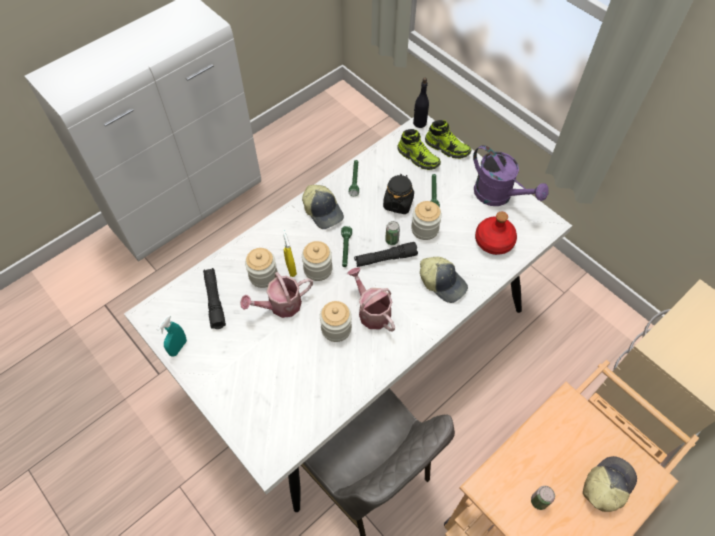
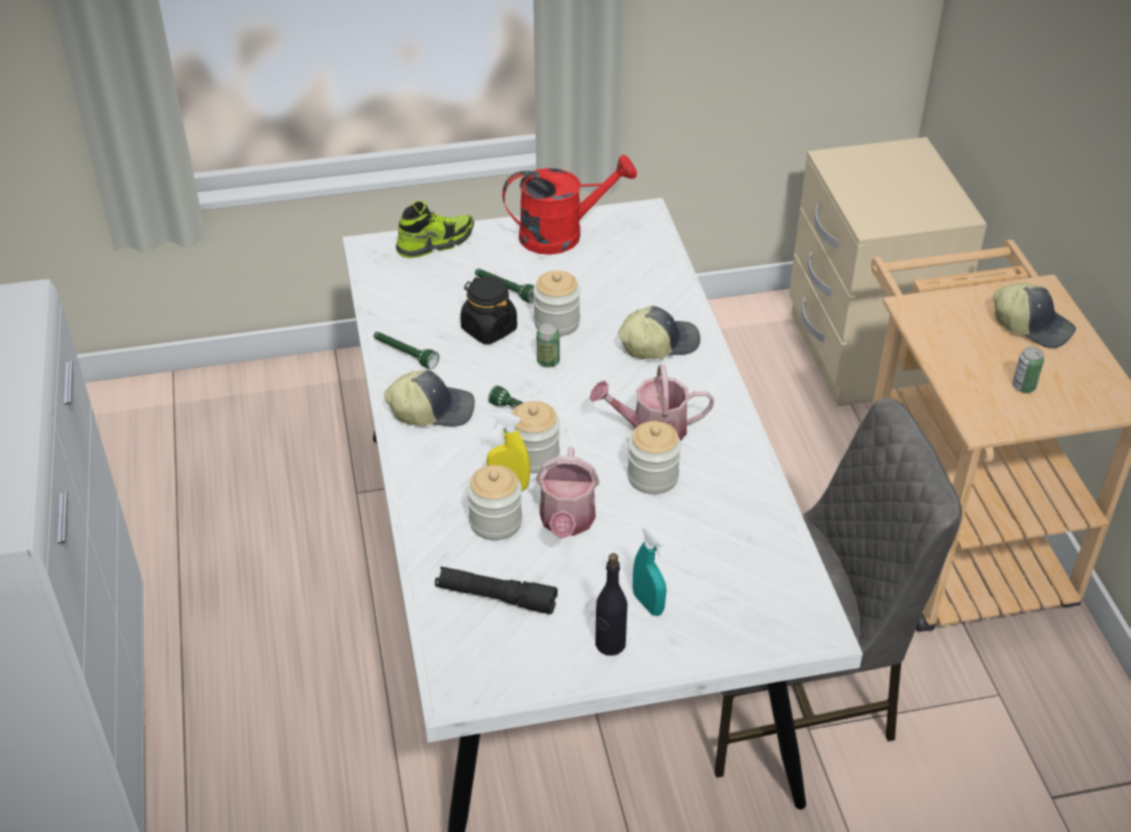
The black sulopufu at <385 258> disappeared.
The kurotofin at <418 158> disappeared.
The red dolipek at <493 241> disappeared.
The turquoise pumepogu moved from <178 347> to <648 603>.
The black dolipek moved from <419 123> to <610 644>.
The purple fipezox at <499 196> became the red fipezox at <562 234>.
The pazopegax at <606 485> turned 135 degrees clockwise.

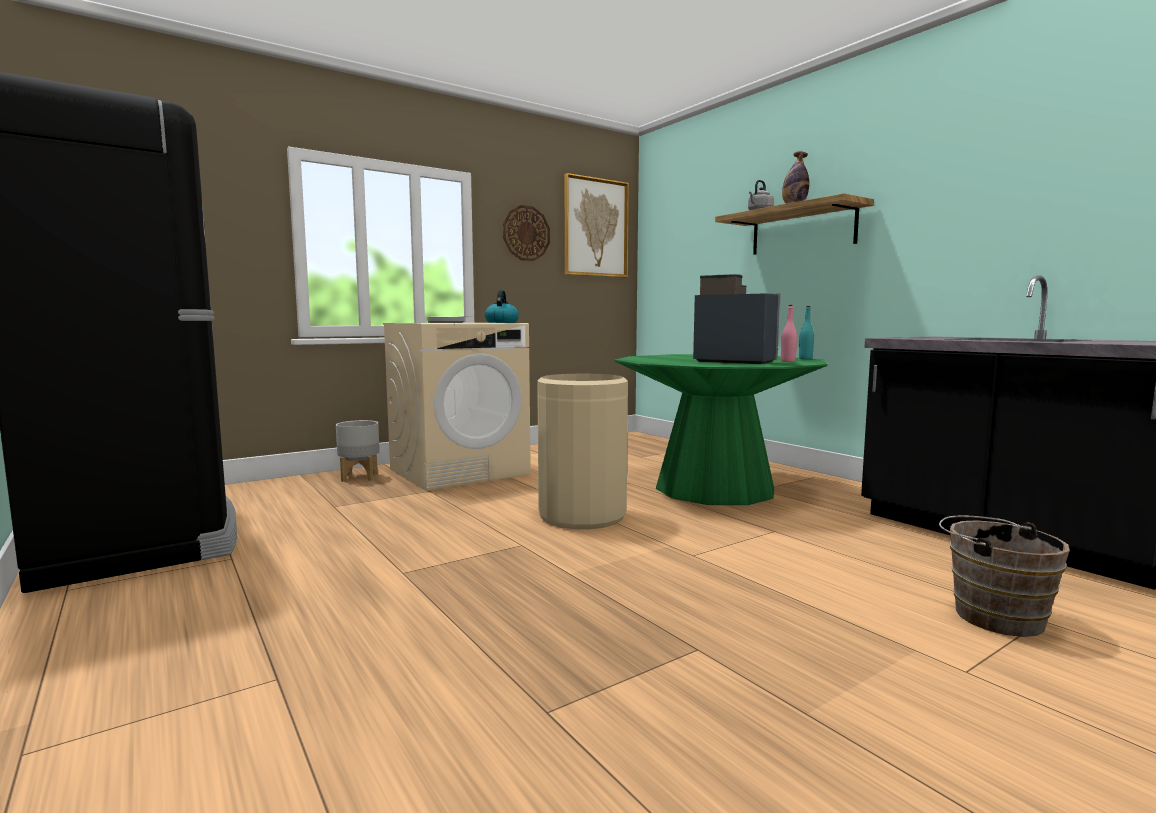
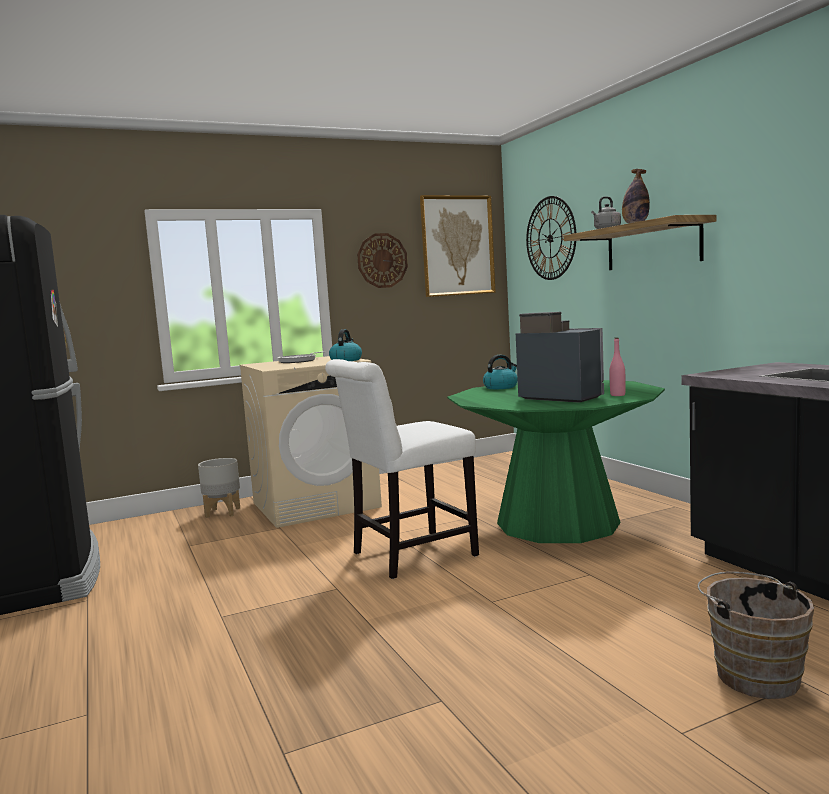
The turquoise dolipek at <805 359> disappeared.
The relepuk at <501 387> appeared.
The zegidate at <550 238> appeared.
The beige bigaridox at <582 515> was replaced by the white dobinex at <408 556>.

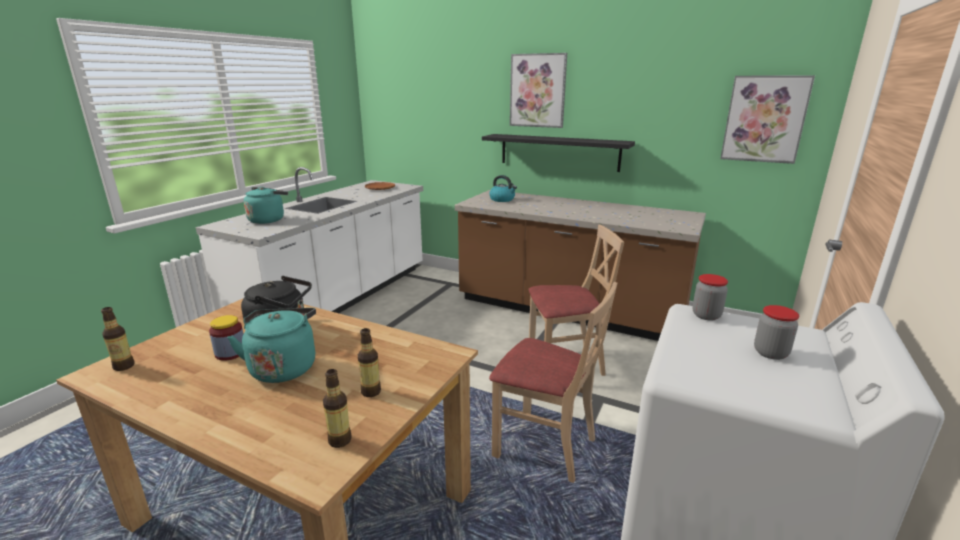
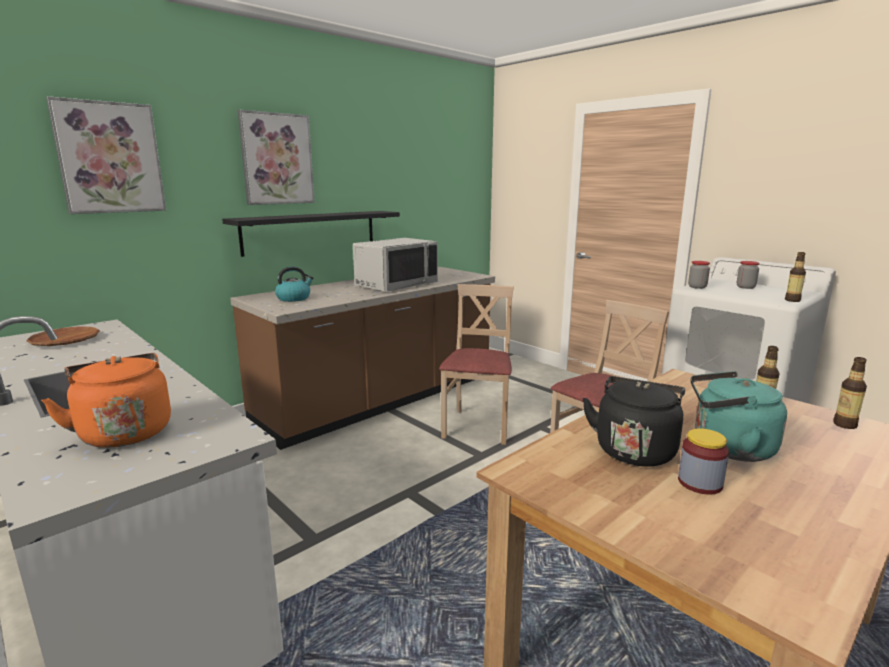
The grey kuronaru at <396 285> appeared.
The dolipek moved from <124 366> to <792 300>.
The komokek moved from <764 119> to <110 158>.
The turquoise relepuk at <268 220> became the orange relepuk at <124 432>.

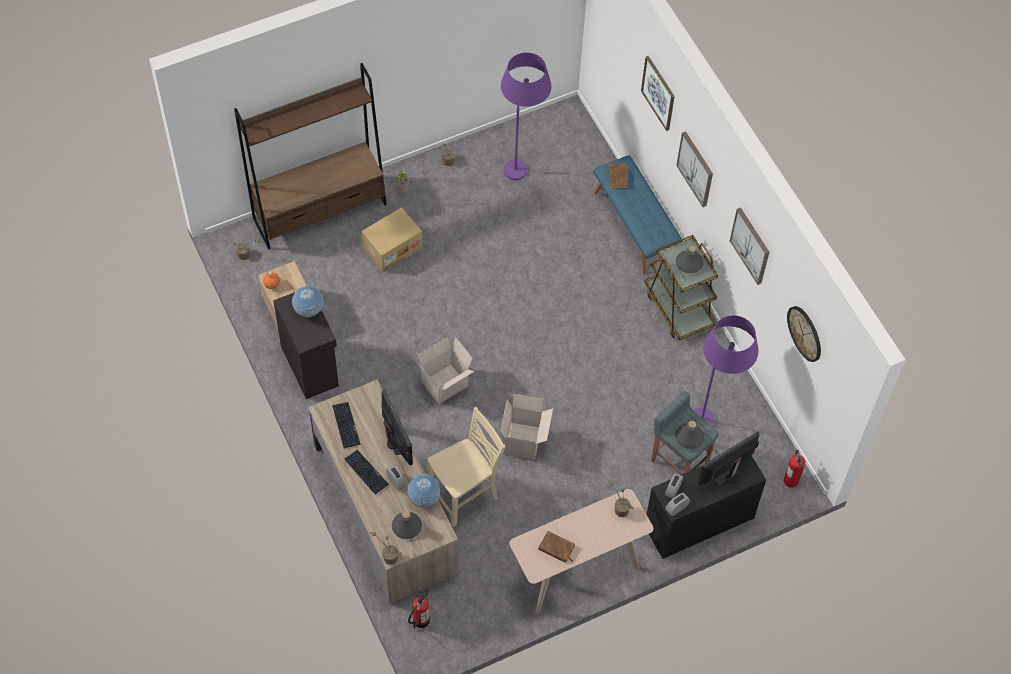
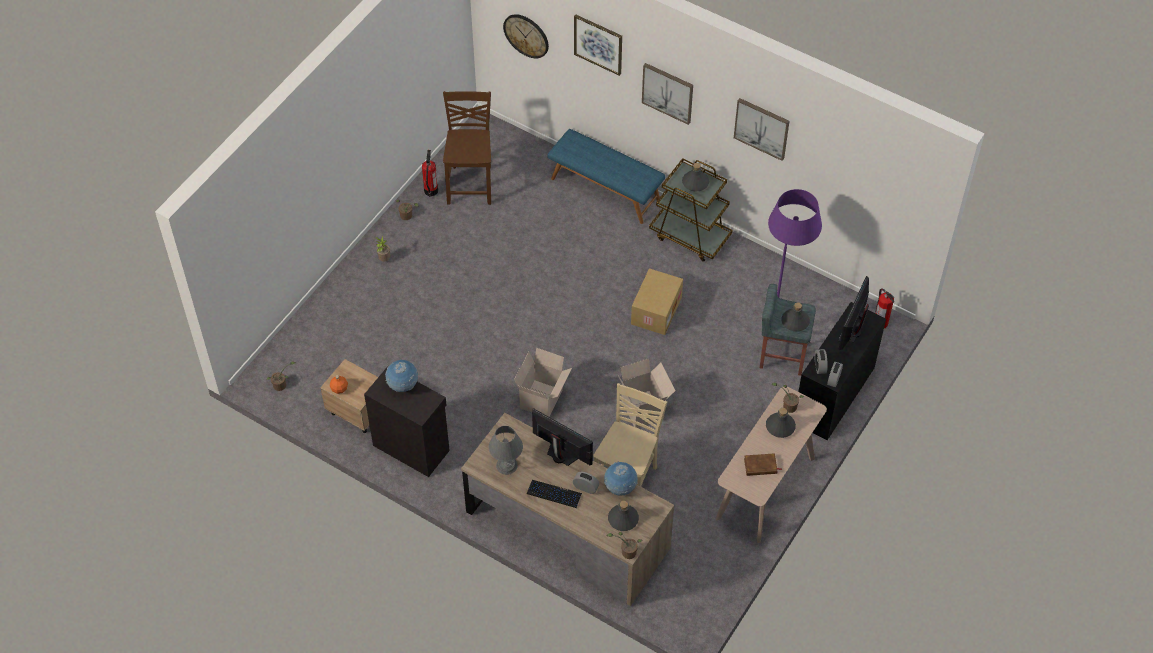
The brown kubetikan at <320 211> disappeared.
The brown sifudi at <618 177> disappeared.
The grey dolipek at <780 426> appeared.
The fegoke moved from <392 247> to <655 310>.
The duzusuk moved from <421 620> to <431 190>.
The zegidate moved from <805 333> to <526 35>.
The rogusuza at <346 425> was replaced by the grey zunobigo at <506 465>.
The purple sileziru at <522 161> was replaced by the brown dobinex at <471 184>.

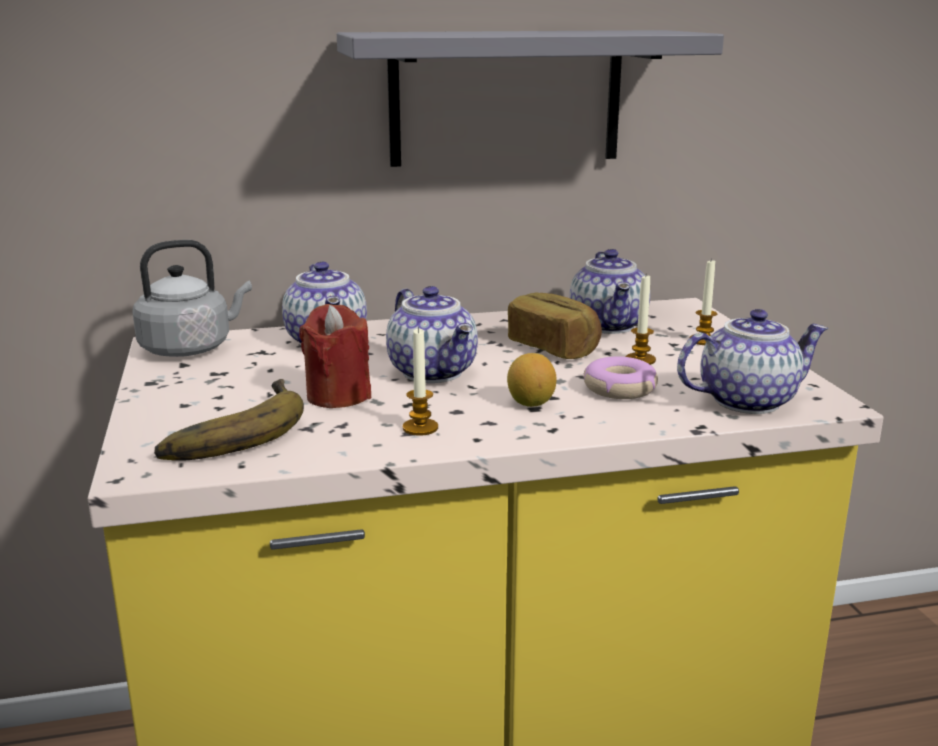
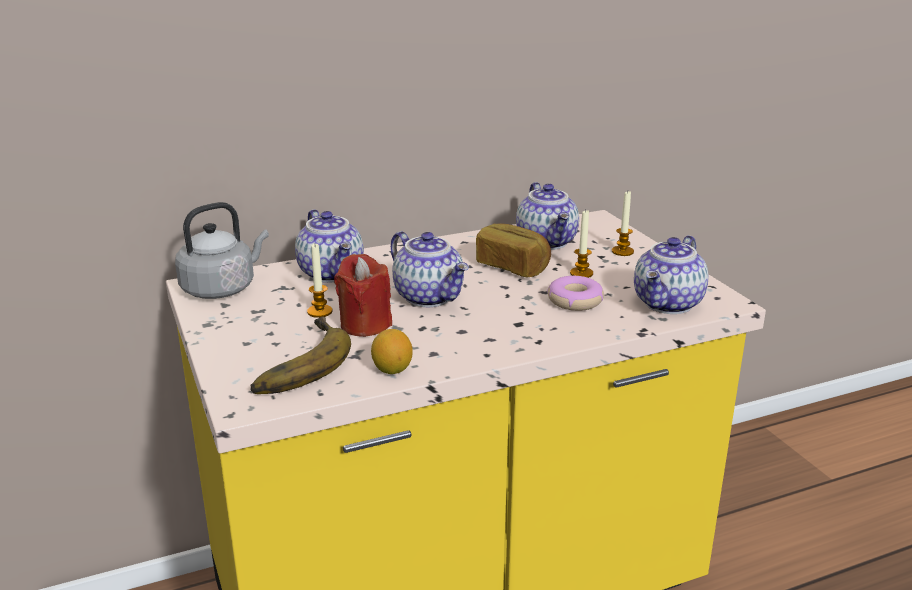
The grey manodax at <506 98> disappeared.
The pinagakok moved from <420 428> to <319 312>.
The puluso moved from <530 403> to <392 370>.
The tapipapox at <747 400> turned 150 degrees clockwise.

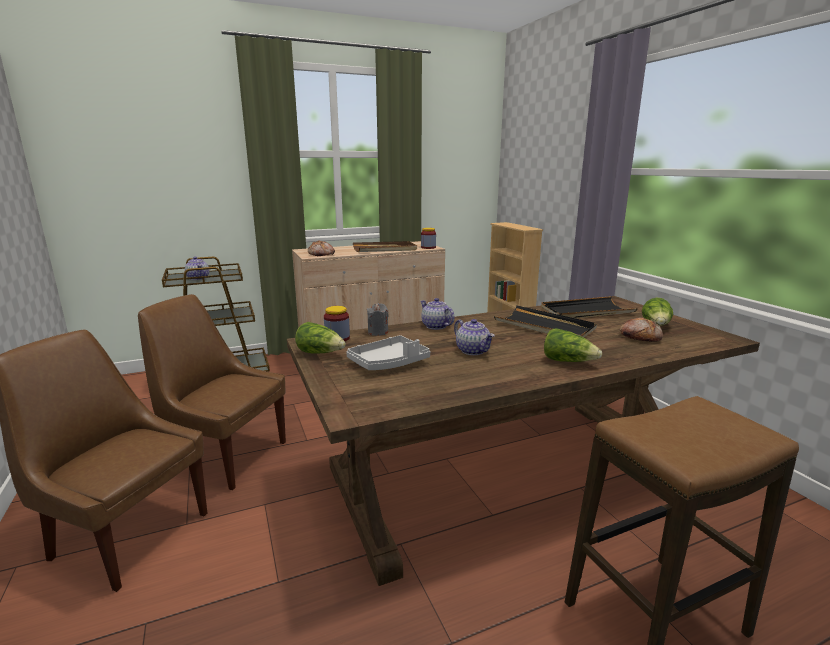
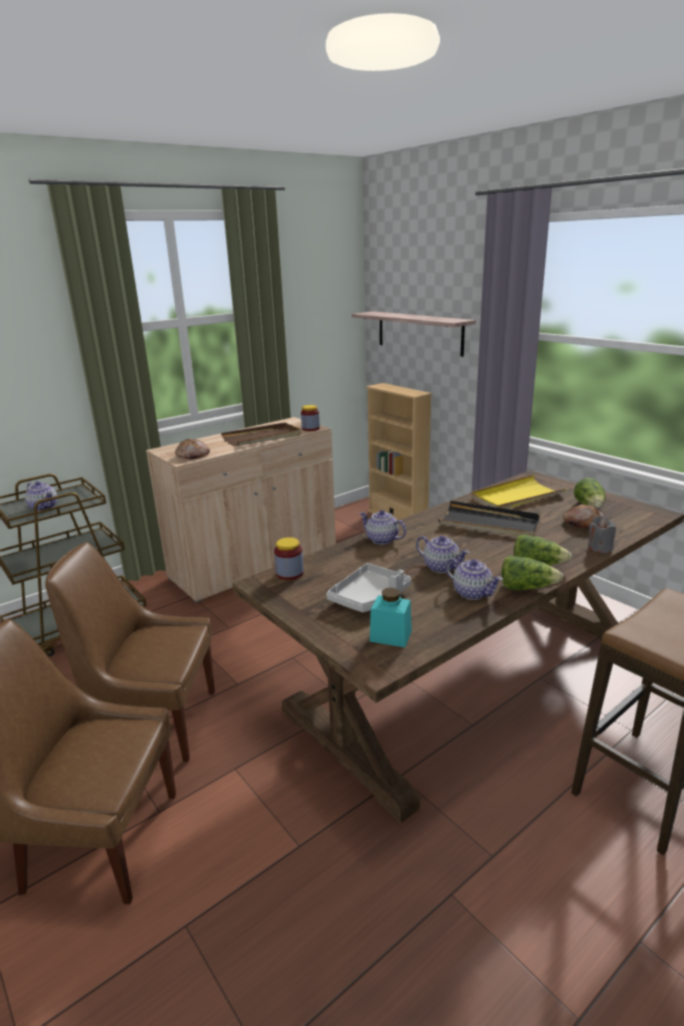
The manodax at <419 333> appeared.
The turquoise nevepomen at <390 636> appeared.
The tapipapox at <472 593> appeared.
The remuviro moved from <320 353> to <526 588>.
The grey pinagakok moved from <378 332> to <599 548>.
The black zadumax at <586 311> became the yellow zadumax at <516 496>.

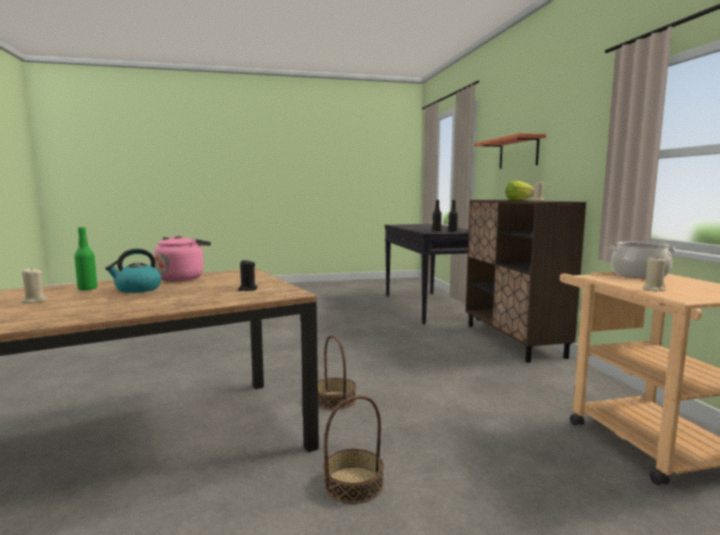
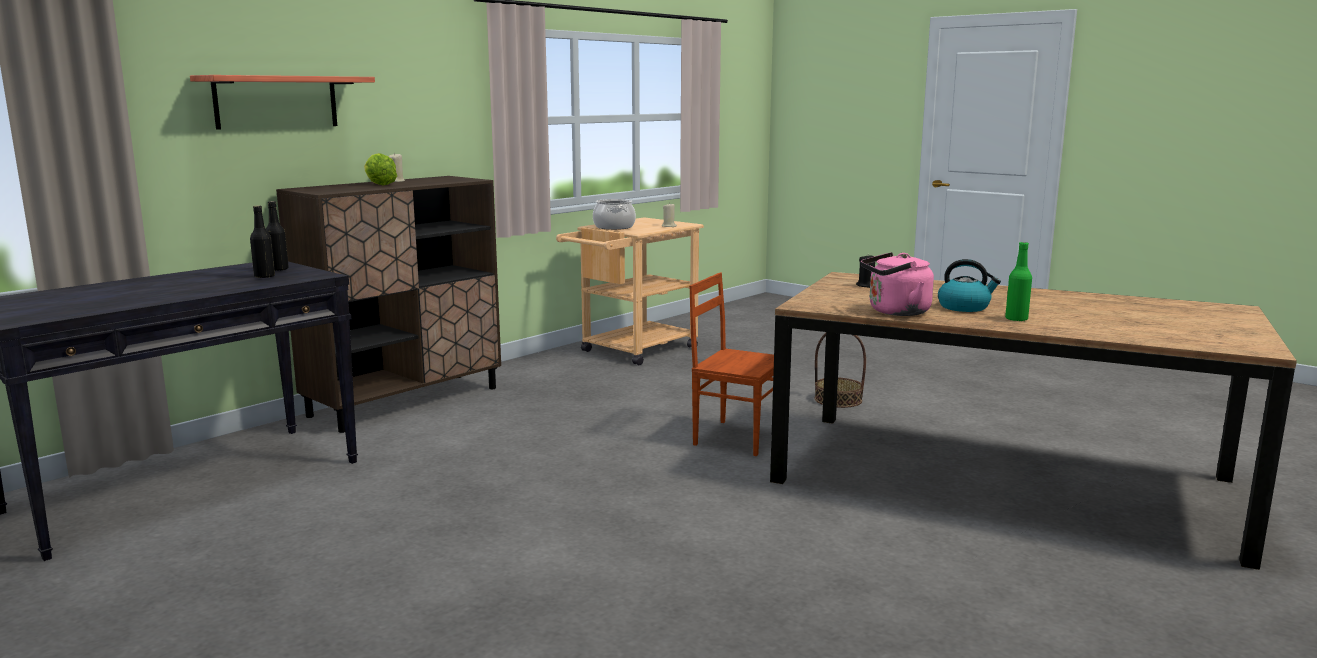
The beige pinagakok at <34 301> disappeared.
The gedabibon at <335 400> was replaced by the brown dobinex at <737 437>.

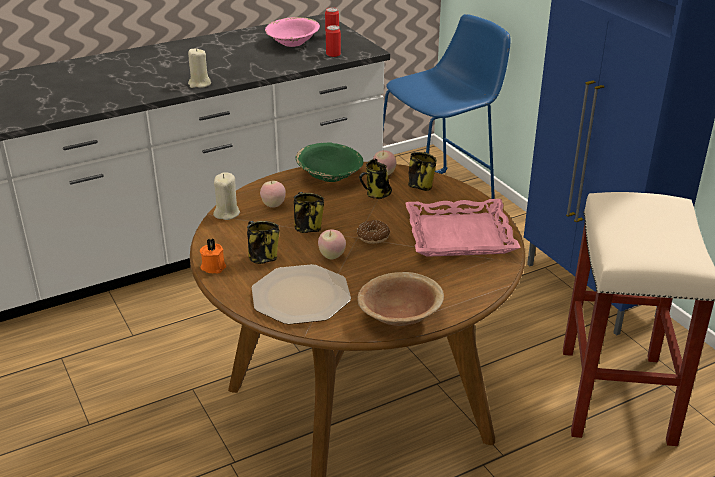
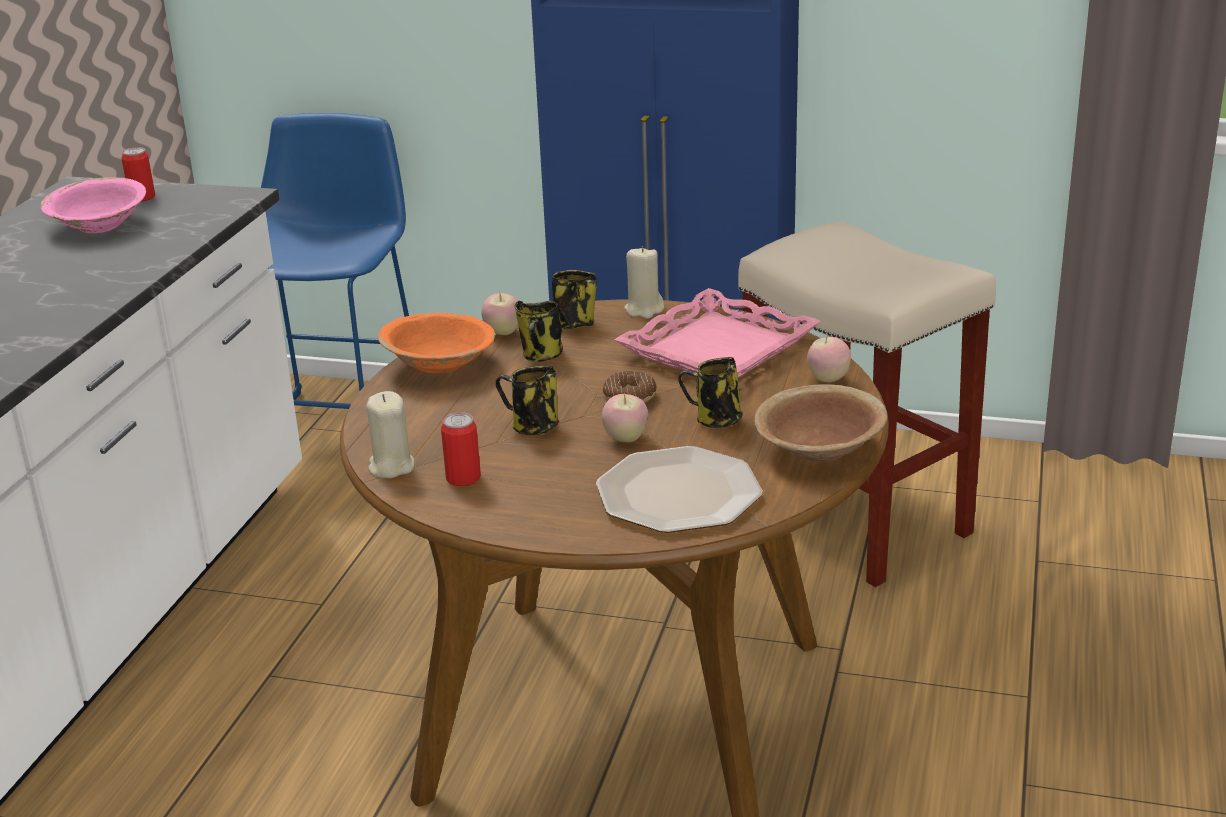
The orange pinagakok at <213 266> disappeared.
The beige pinagakok moved from <199 84> to <644 310>.
The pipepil moved from <262 258> to <715 421>.
The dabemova moved from <273 205> to <828 379>.
The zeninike moved from <333 54> to <463 478>.
The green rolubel at <330 176> became the orange rolubel at <440 365>.

